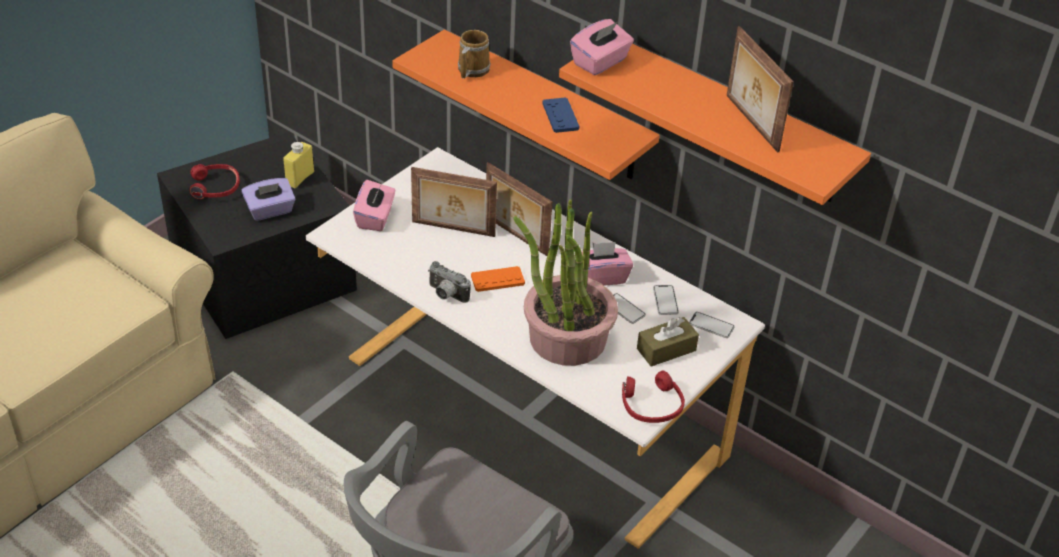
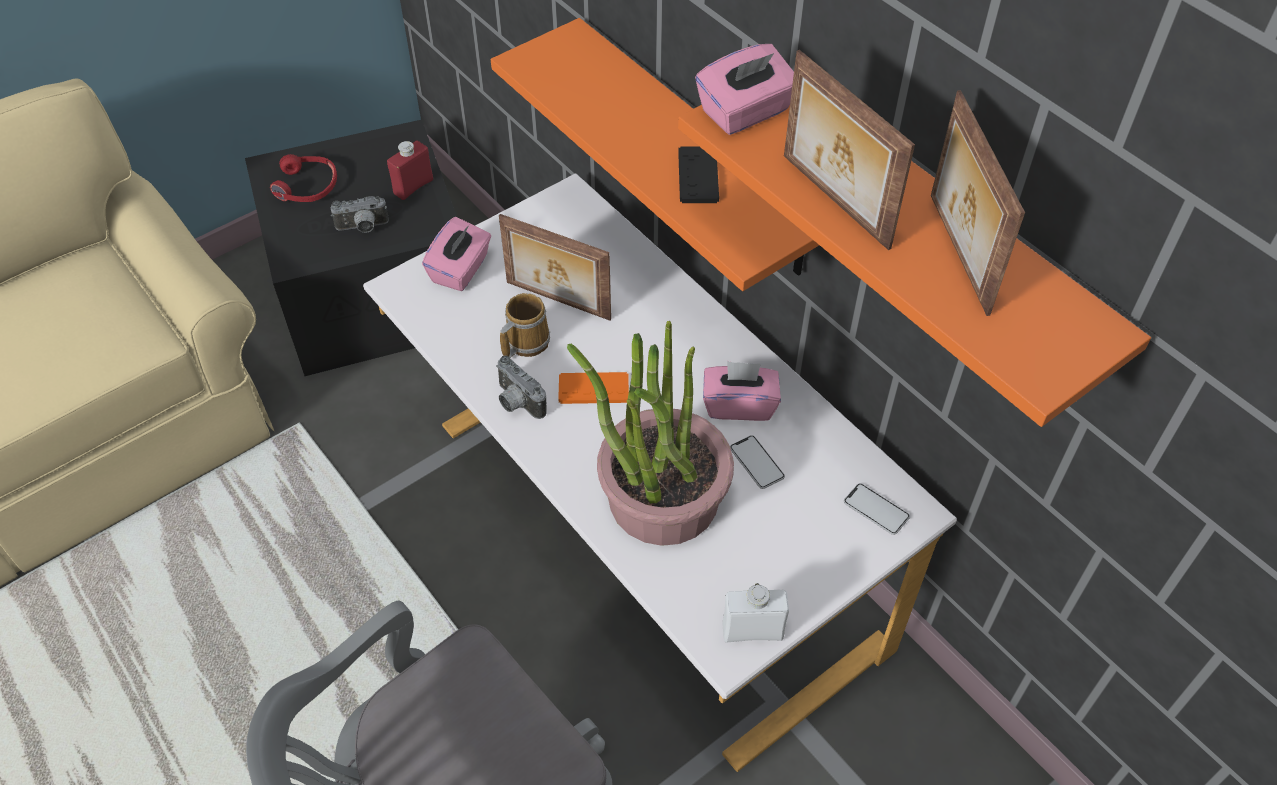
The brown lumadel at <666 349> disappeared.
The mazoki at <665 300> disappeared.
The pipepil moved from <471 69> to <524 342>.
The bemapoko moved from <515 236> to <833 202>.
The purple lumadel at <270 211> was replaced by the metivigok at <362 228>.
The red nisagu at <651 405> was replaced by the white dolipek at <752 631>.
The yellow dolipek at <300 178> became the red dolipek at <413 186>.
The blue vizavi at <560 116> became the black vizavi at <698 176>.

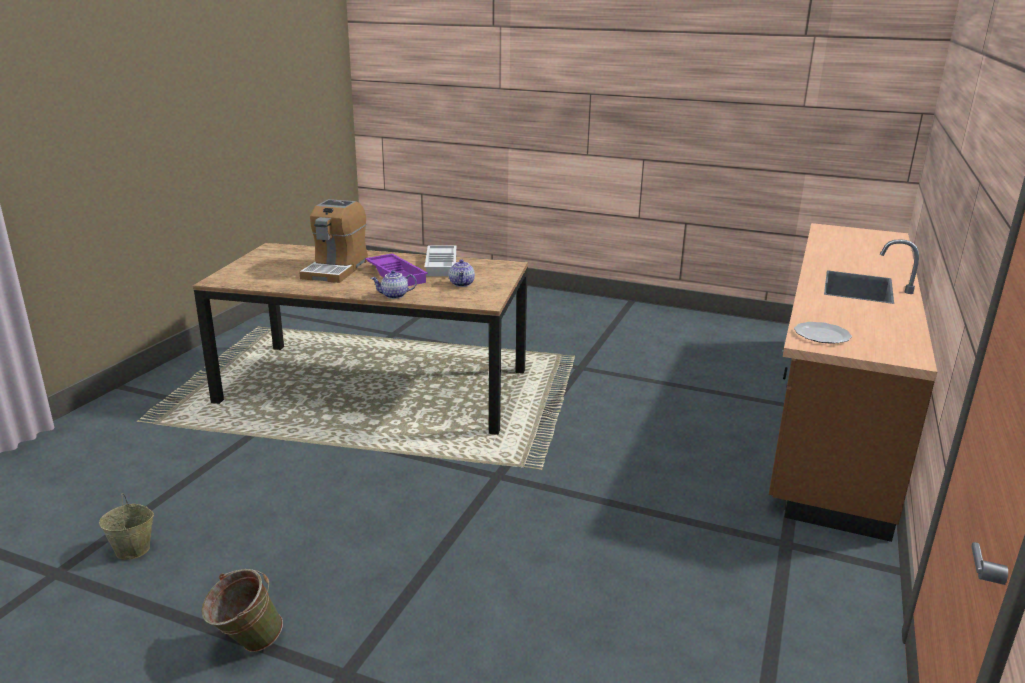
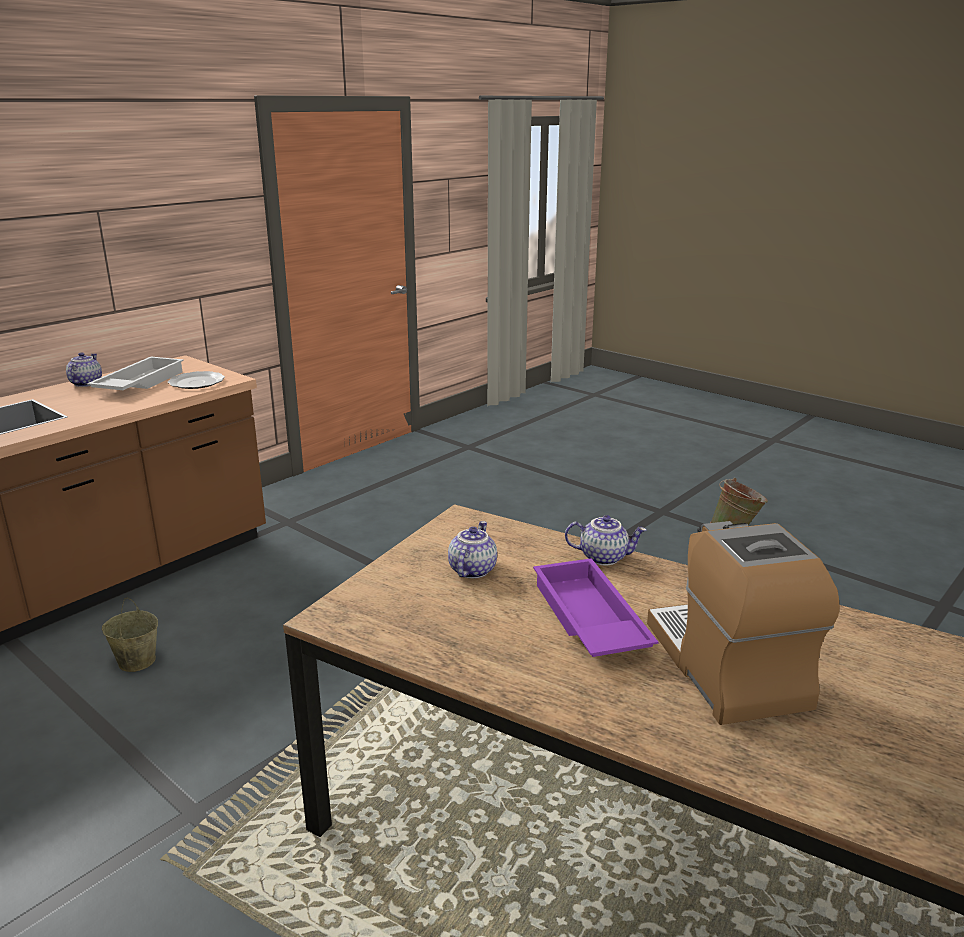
The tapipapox at <85 383> appeared.
The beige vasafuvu moved from <133 549> to <136 661>.
The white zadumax moved from <442 265> to <139 383>.
The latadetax at <336 269> turned 45 degrees counterclockwise.

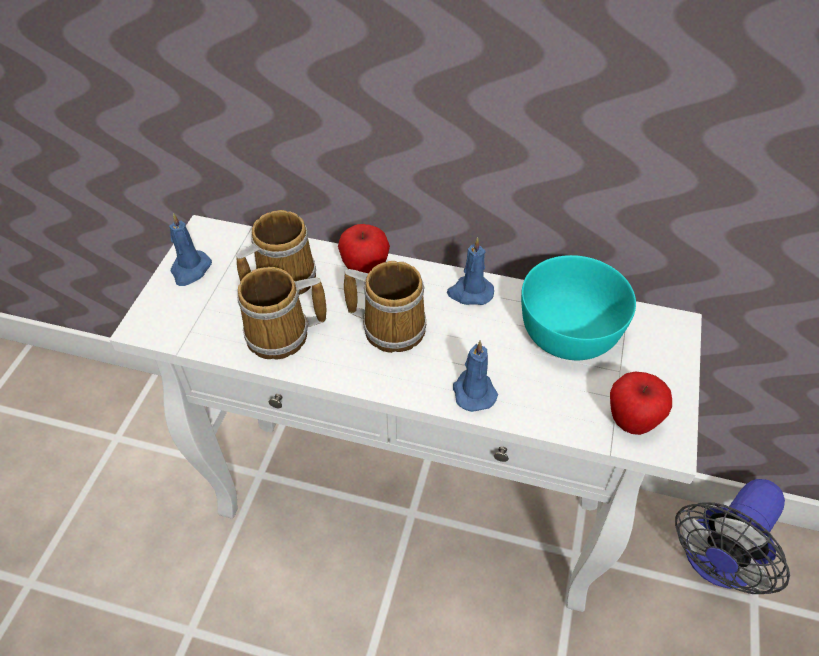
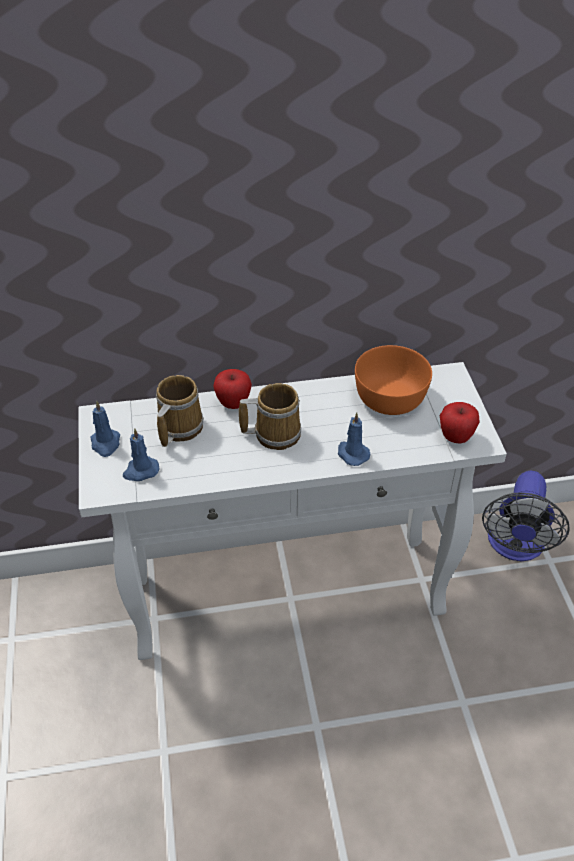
The pipepil at <282 335> disappeared.
The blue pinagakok moved from <470 292> to <140 471>.
The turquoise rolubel at <571 330> became the orange rolubel at <391 397>.

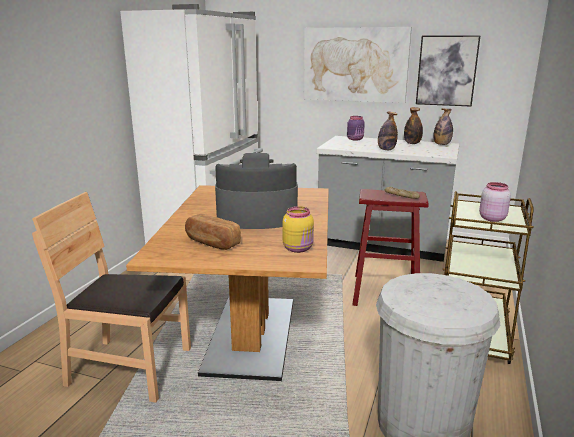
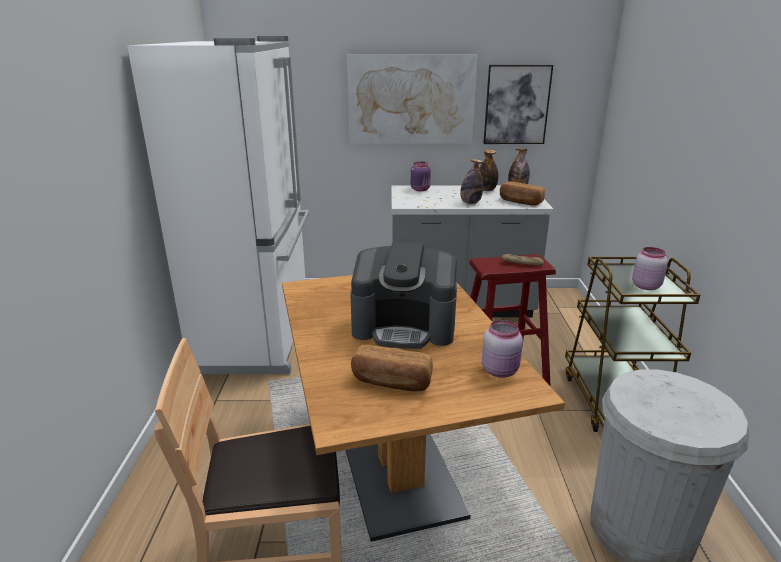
The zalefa at <520 202> appeared.
The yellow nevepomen at <298 248> became the pink nevepomen at <500 370>.
The latadetax at <256 217> turned 150 degrees counterclockwise.

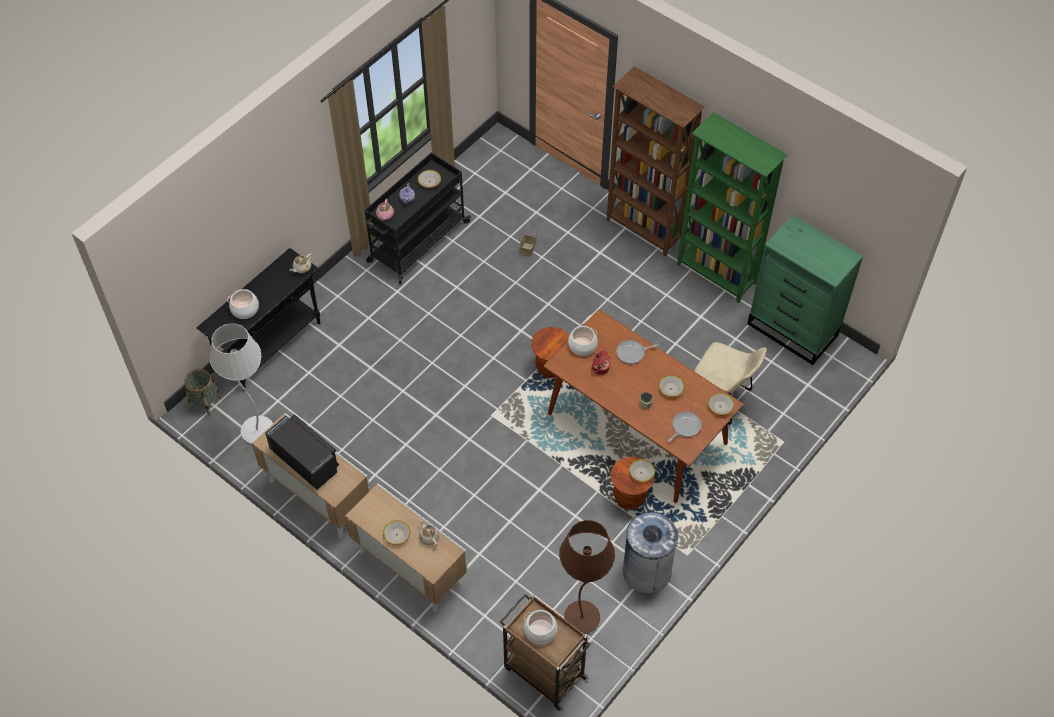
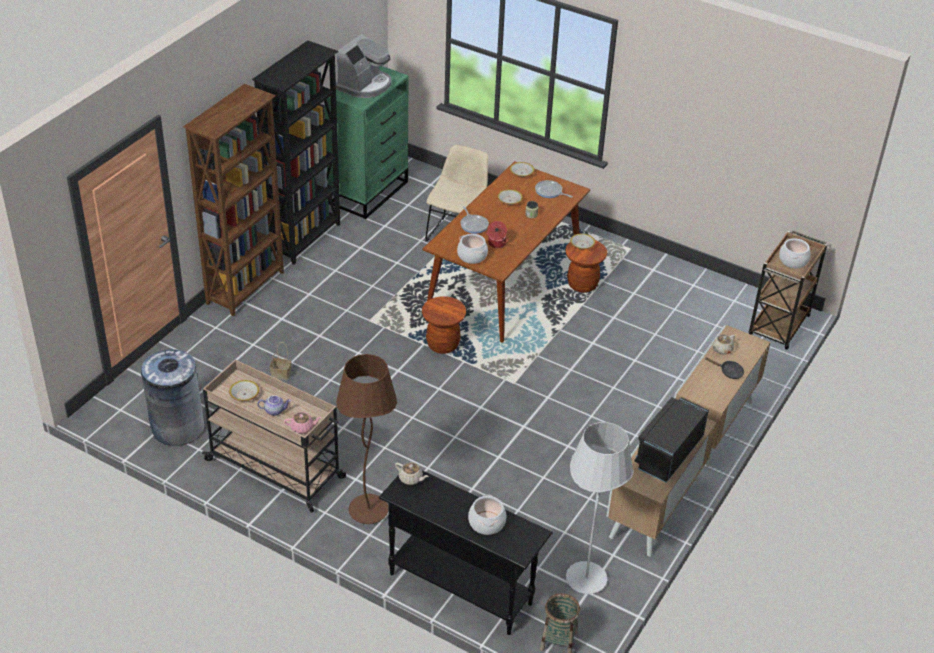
The latadetax at <365 85> appeared.
The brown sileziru moved from <582 618> to <368 511>.
The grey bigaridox moved from <647 570> to <177 428>.
The rolubel at <397 535> was replaced by the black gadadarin at <728 372>.
The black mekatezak at <417 242> became the beige mekatezak at <276 469>.
The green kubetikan at <716 275> became the black kubetikan at <305 238>.

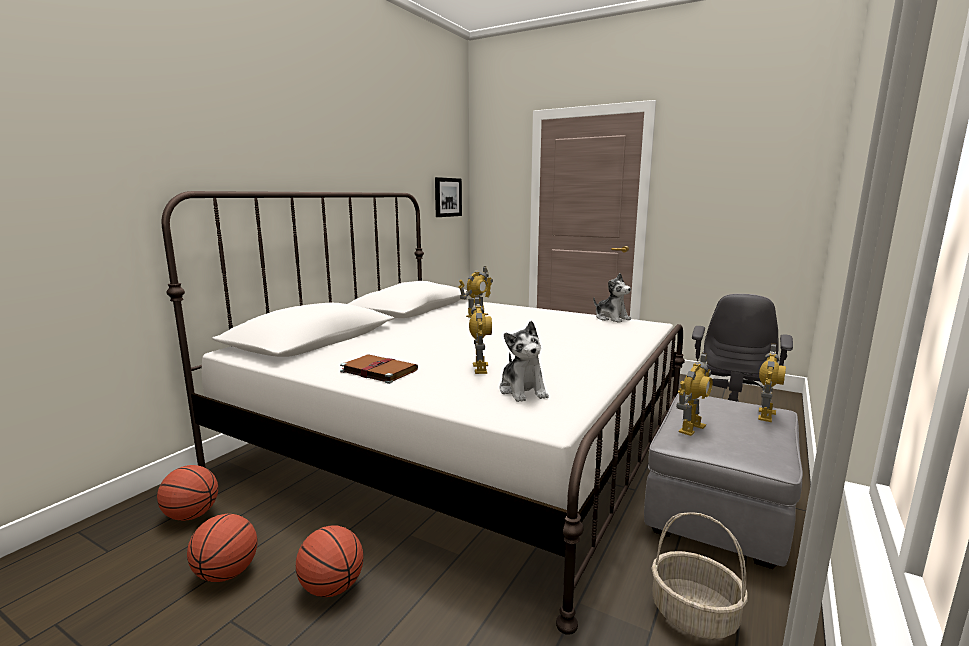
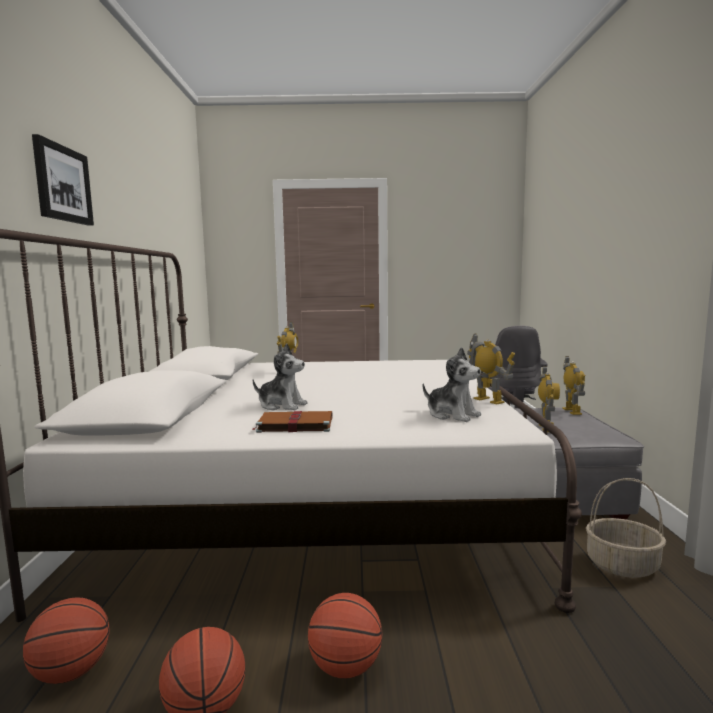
The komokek moved from <447 197> to <62 184>.
The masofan moved from <480 368> to <488 400>.
The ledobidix moved from <611 318> to <281 405>.

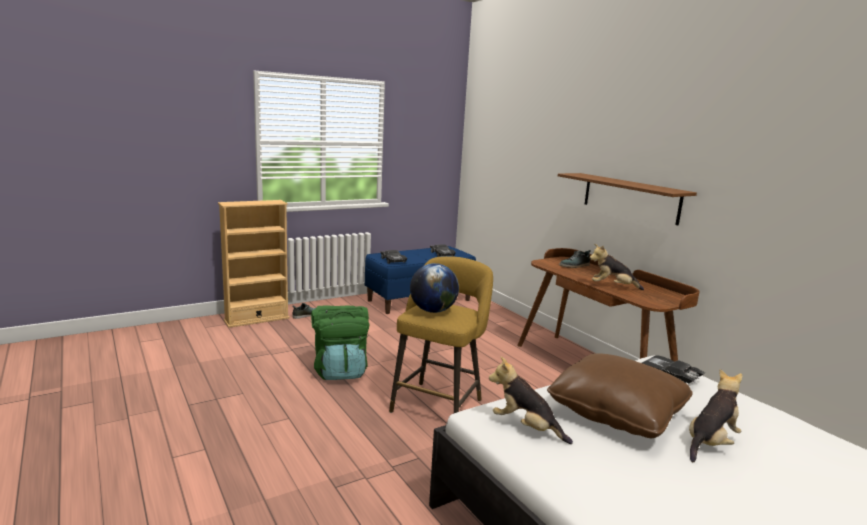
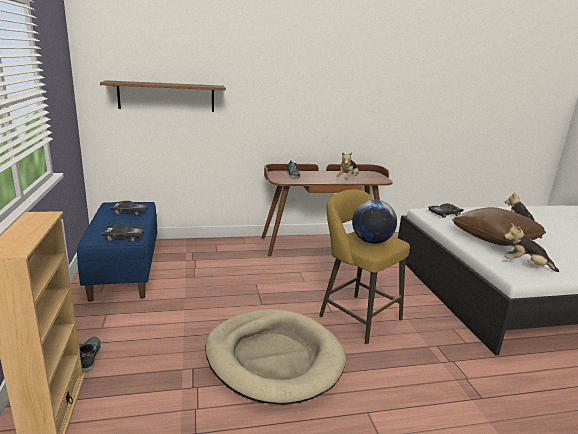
The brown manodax moved from <630 198> to <166 96>.
The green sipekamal at <340 371> was replaced by the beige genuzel at <273 358>.
The ledobidix at <525 428> turned 60 degrees clockwise.

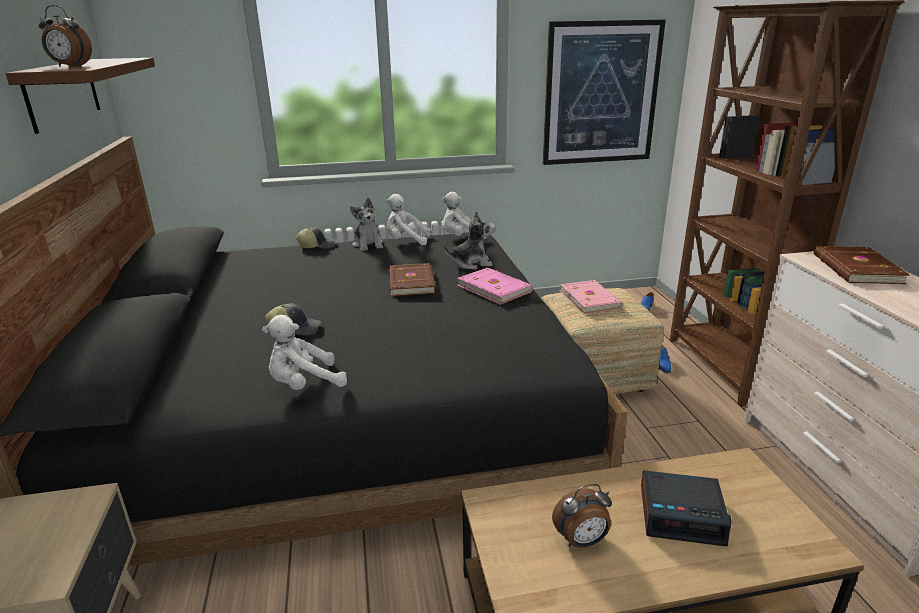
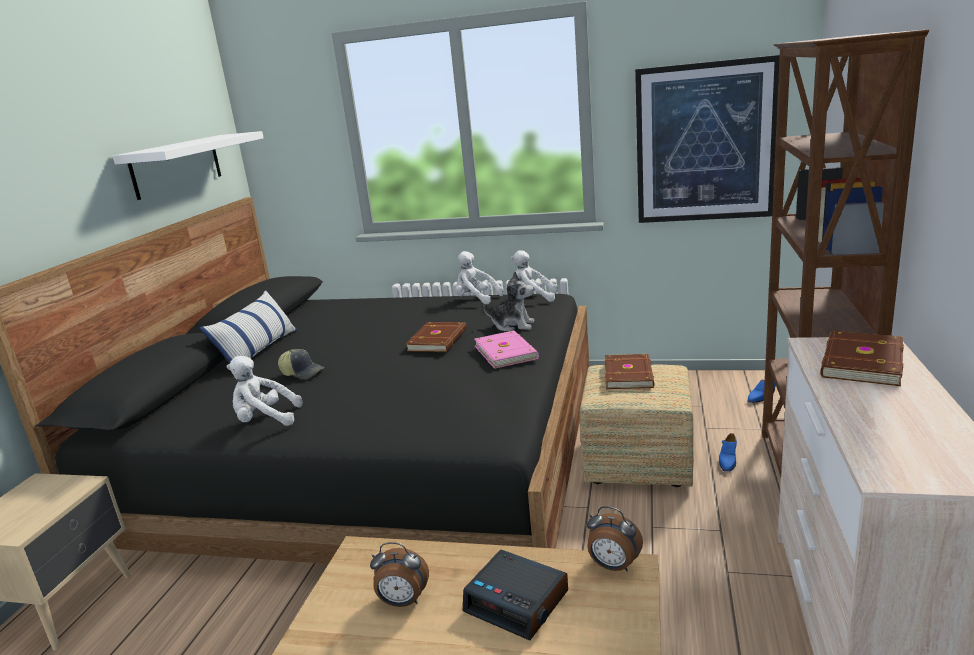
The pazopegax at <317 245> disappeared.
The ledobidix at <368 244> disappeared.
The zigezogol at <258 351> appeared.
The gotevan moved from <70 66> to <613 566>.
The brown manodax at <63 93> became the white manodax at <177 165>.
The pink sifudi at <590 299> became the brown sifudi at <630 374>.

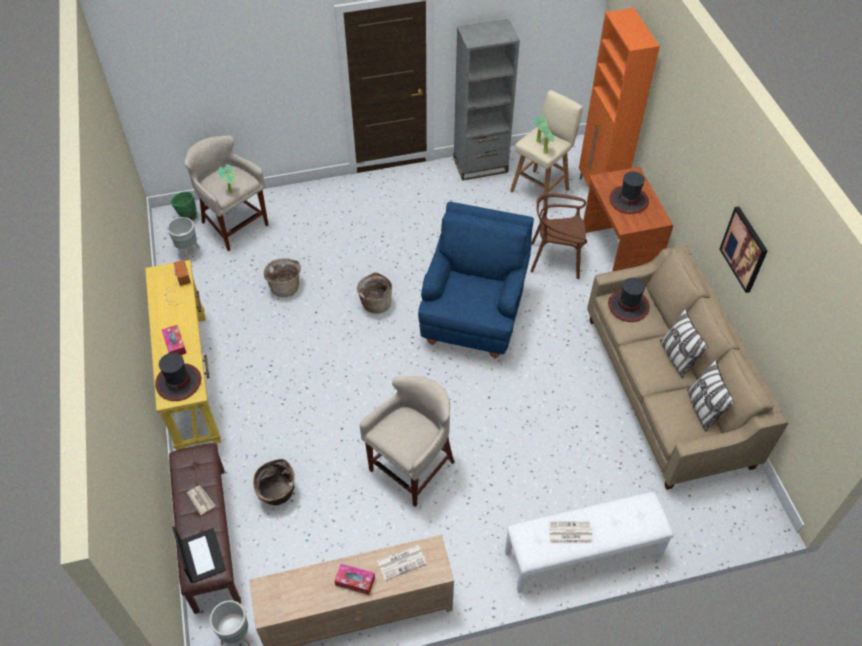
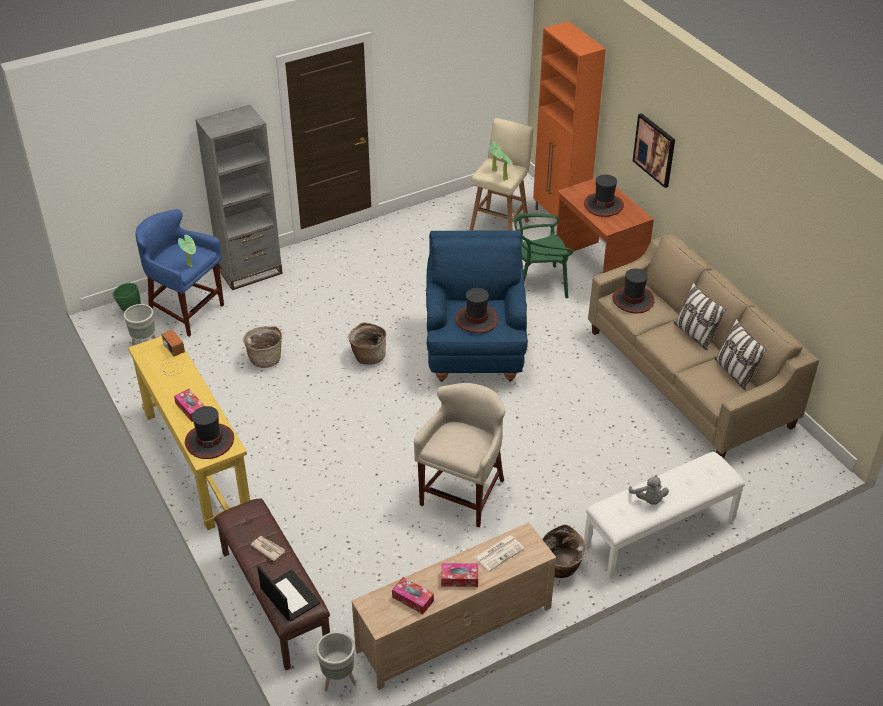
The lumadel at <413 599> appeared.
The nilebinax at <476 320> appeared.
The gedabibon moved from <277 494> to <561 568>.
The grey kubetikan moved from <480 165> to <250 271>.
The komokek moved from <744 249> to <654 150>.
The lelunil at <569 533> was replaced by the grey ledobidix at <648 499>.
The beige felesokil at <234 225> became the blue felesokil at <186 311>.
The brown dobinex at <556 259> became the green dobinex at <538 284>.

